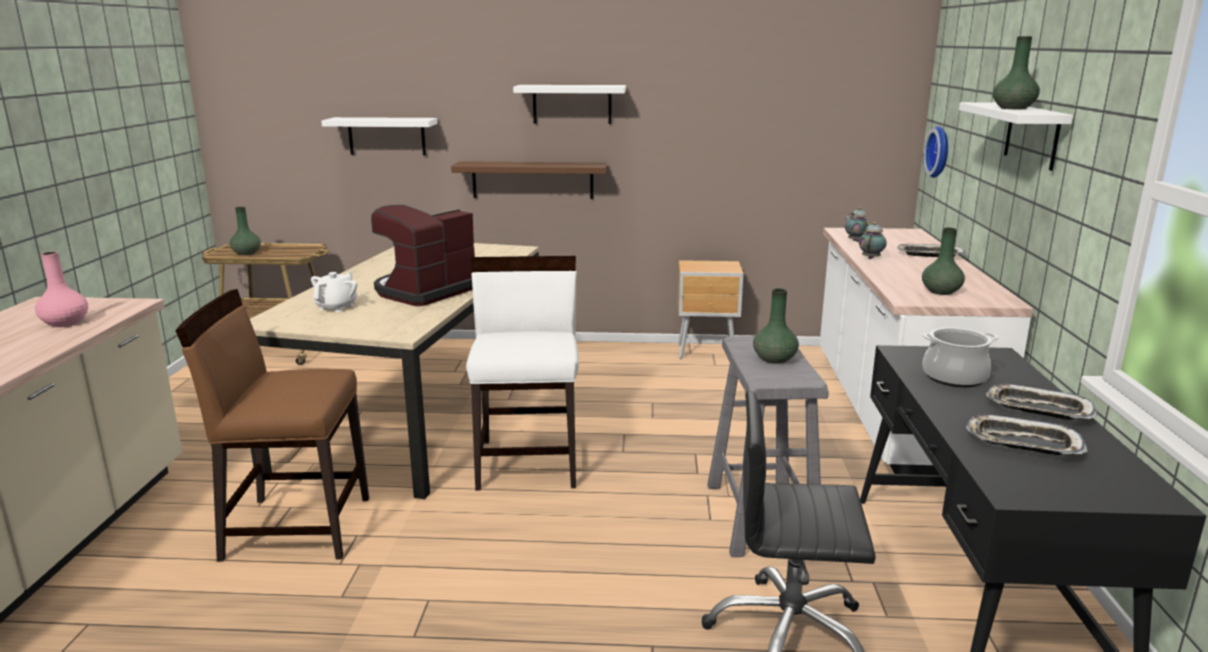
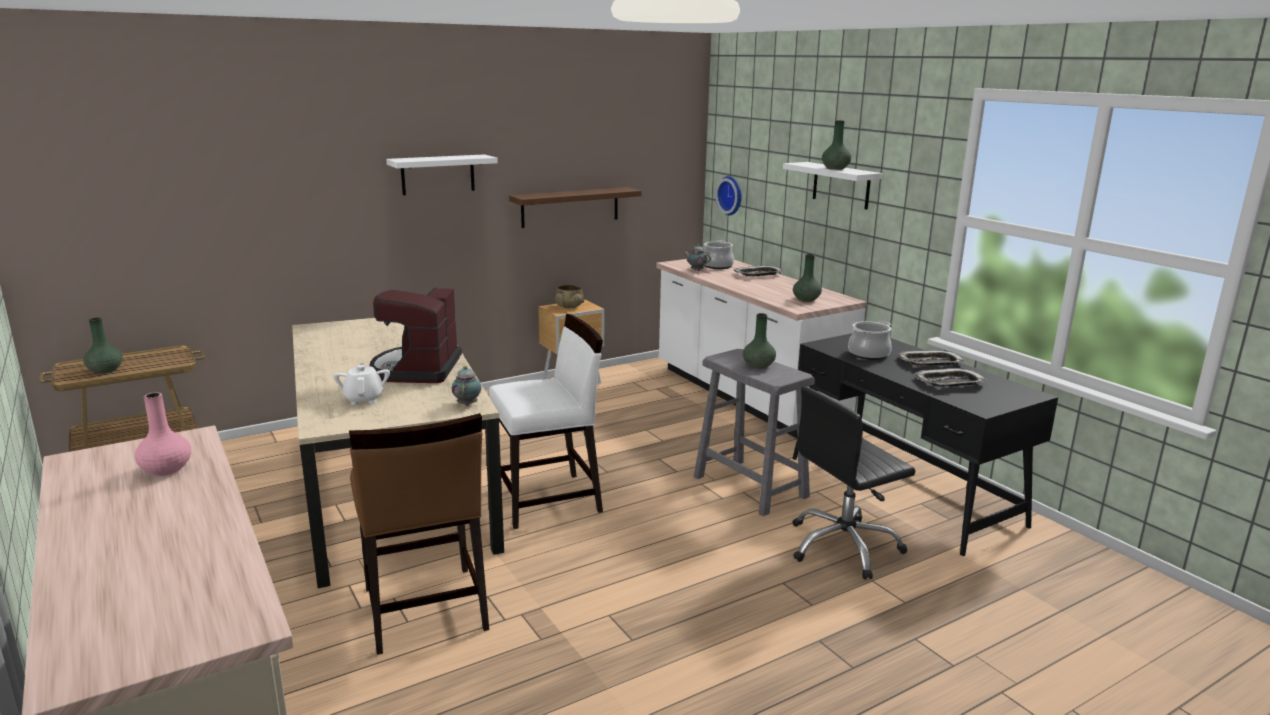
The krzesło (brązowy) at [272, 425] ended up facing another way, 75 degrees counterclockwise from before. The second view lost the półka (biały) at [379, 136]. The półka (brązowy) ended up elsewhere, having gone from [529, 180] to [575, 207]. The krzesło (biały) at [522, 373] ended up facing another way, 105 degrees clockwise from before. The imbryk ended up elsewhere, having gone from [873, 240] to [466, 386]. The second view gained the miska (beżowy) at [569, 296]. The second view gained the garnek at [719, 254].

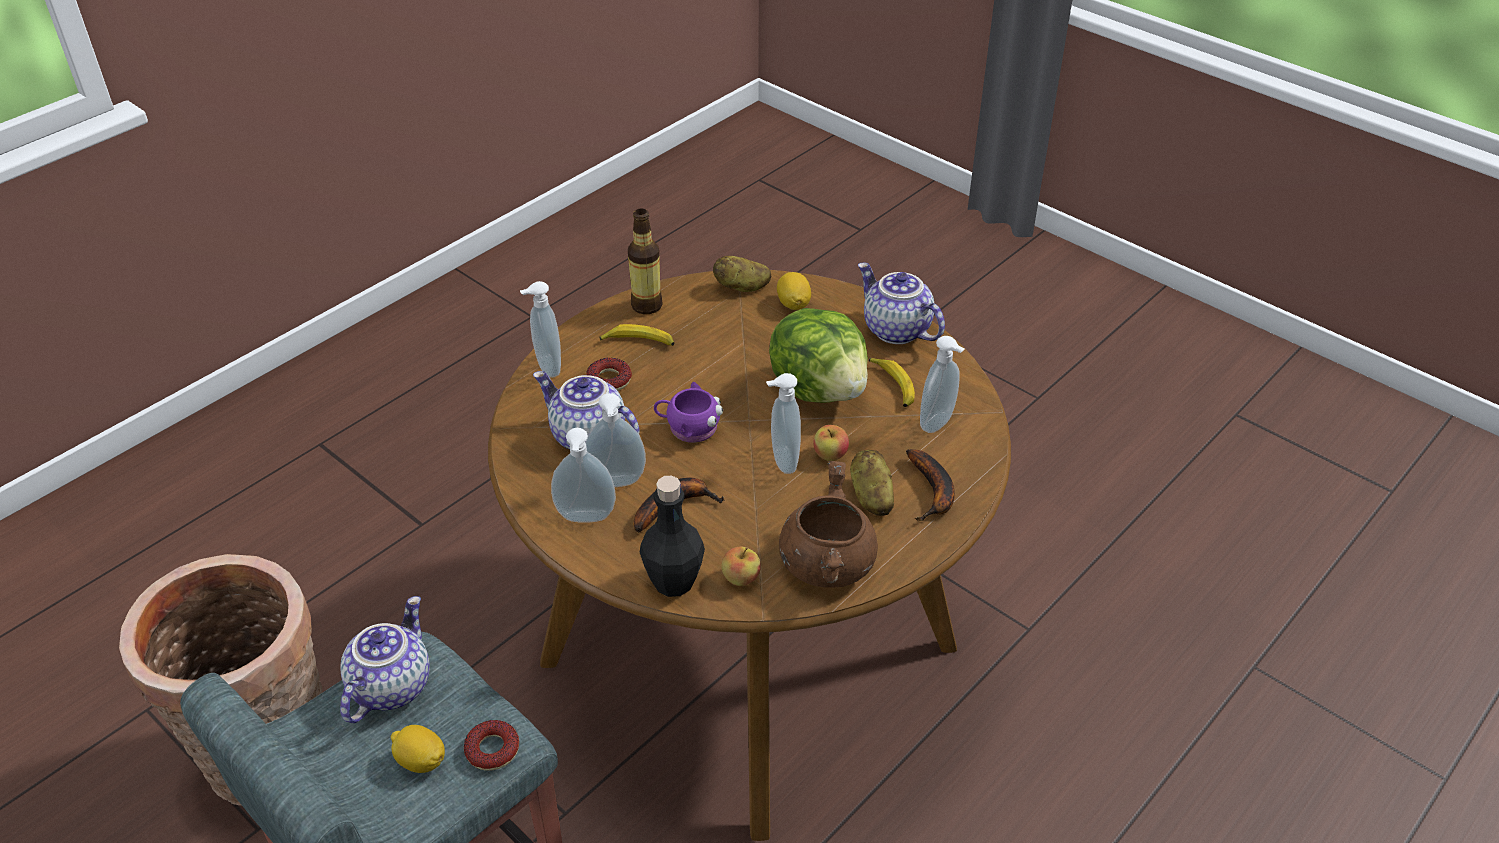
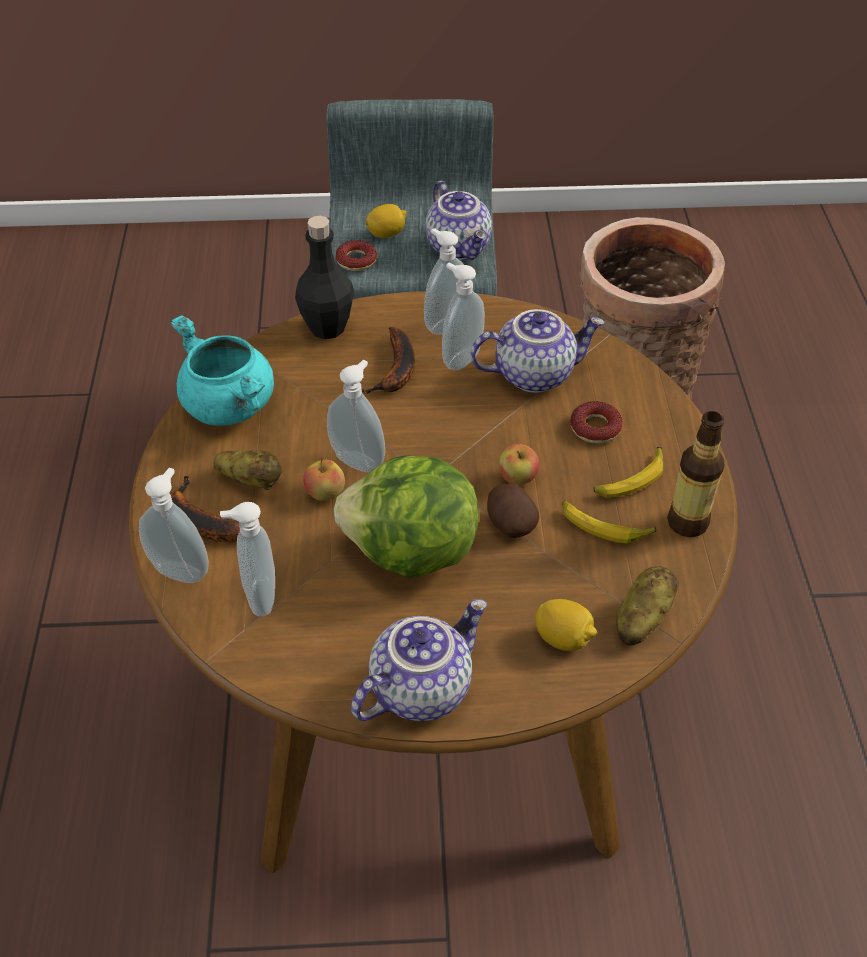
The dozownik mydła ended up elsewhere, having gone from [540, 329] to [174, 525]. The second view lost the kubek (fioletowy) at [688, 412]. The jabłko ended up elsewhere, having gone from [741, 566] to [519, 464]. What was the garnek (brązowy) at [828, 524] turned into the garnek (turkusowy) at [222, 370]. The imbryk at [901, 303] ended up facing another way, 45 degrees counterclockwise from before. The banan ended up elsewhere, having gone from [892, 382] to [609, 522]. The second view gained the ziemniak at [513, 511].

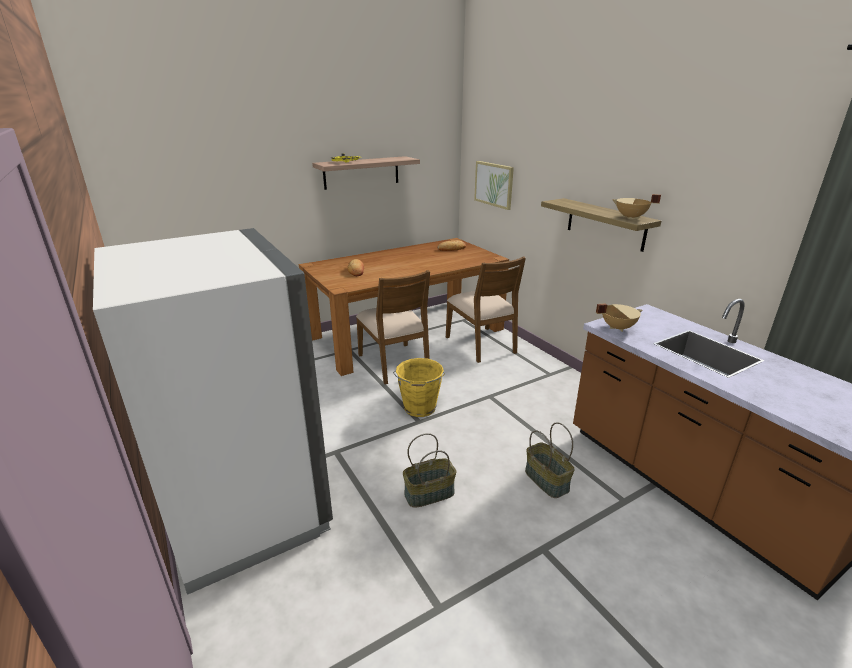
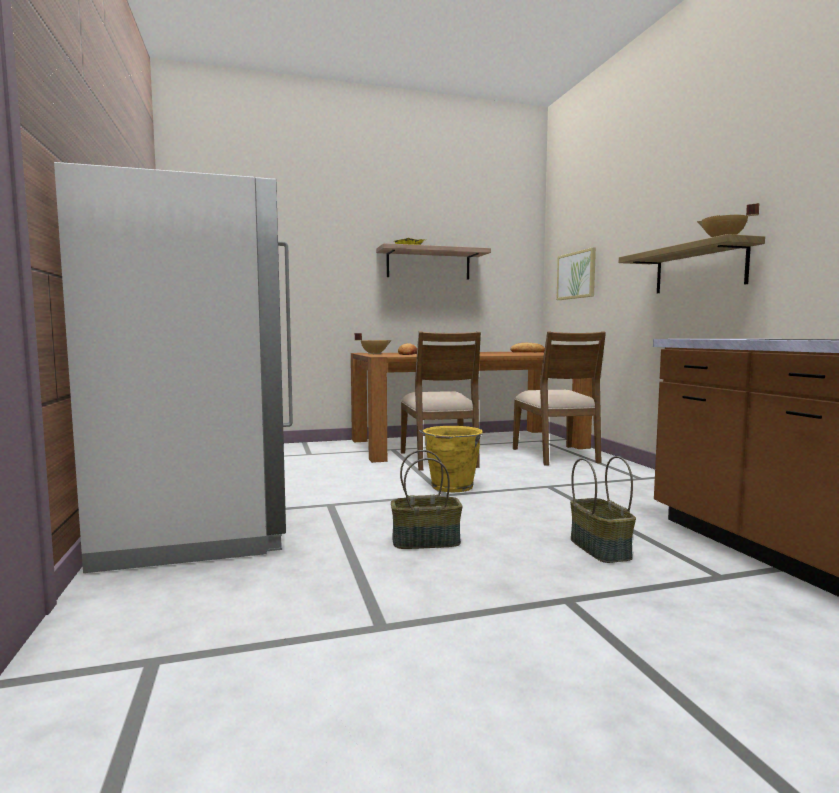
The garnek (beżowy) ended up elsewhere, having gone from [619, 317] to [373, 344].

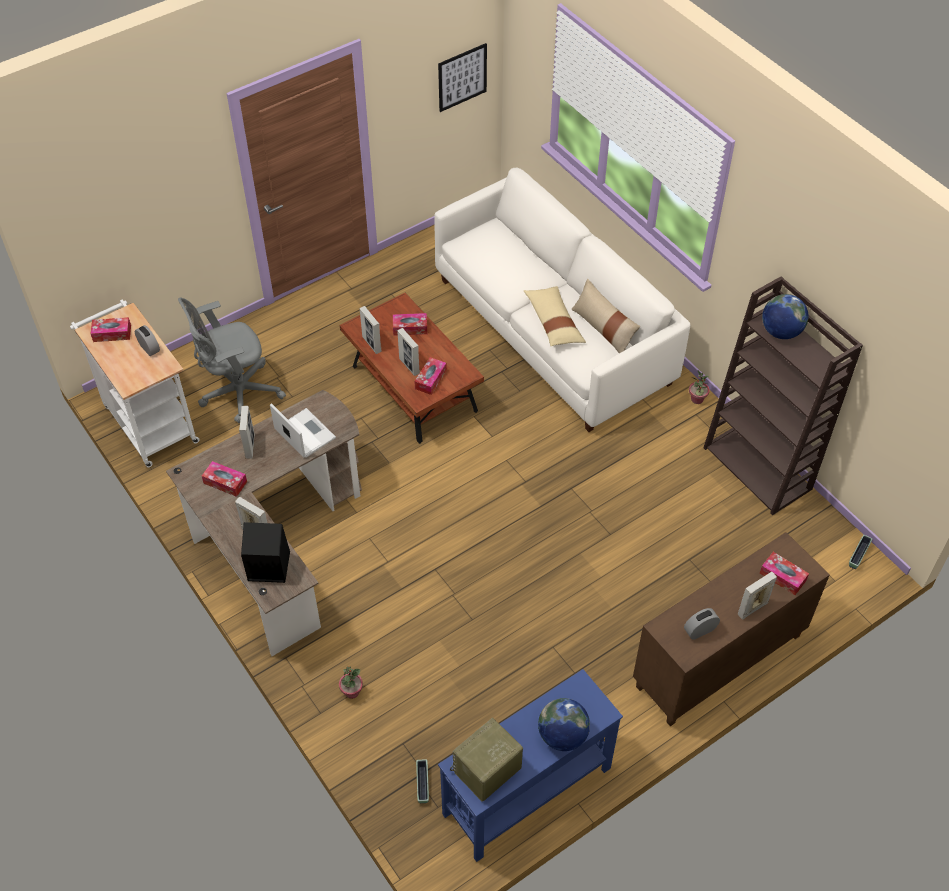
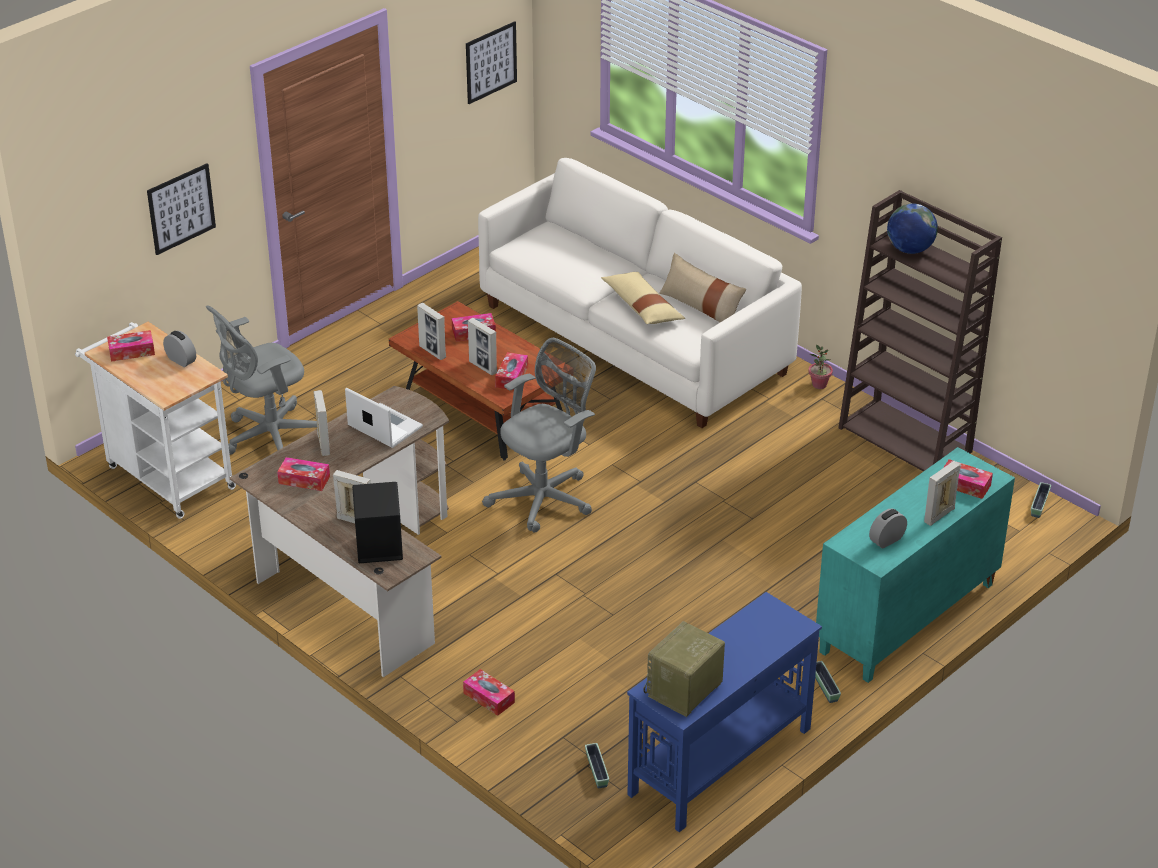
Where the roślina doniczkowa stood at [351, 682], the pudełko chusteczek came to stand at [489, 692]. The second view lost the globus at [564, 724]. What was the szafka (brązowy) at [731, 629] turned into the szafka (turkusowy) at [915, 565]. The second view gained the obraz at [181, 209]. The second view gained the krzesło biurowe (szary) at [539, 435]. The second view gained the donica at [828, 682].

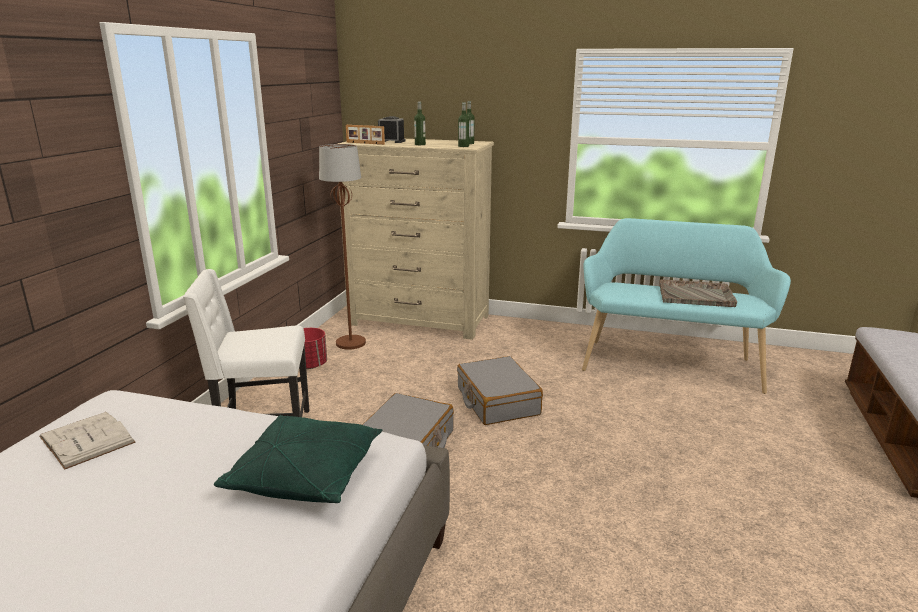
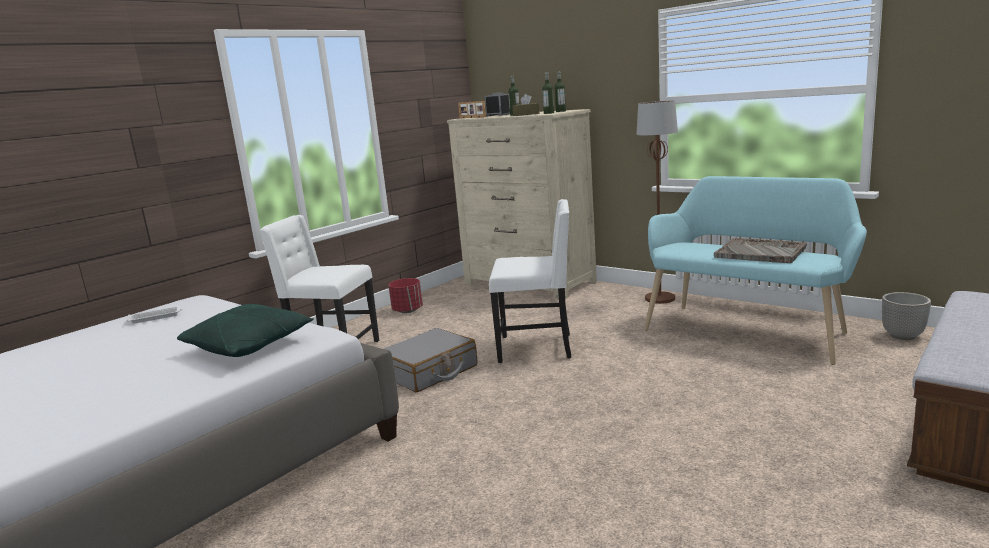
Where the książka (biały) stood at [87, 441], the taca (biały) came to stand at [154, 315]. The lampa stojąca (brązowy) ended up elsewhere, having gone from [342, 247] to [657, 202]. Where the walizka (szary) stood at [500, 390], the krzesło (biały) came to stand at [530, 281]. The second view gained the pudełko chusteczek (brązowy) at [526, 105]. The second view gained the donica at [906, 316].

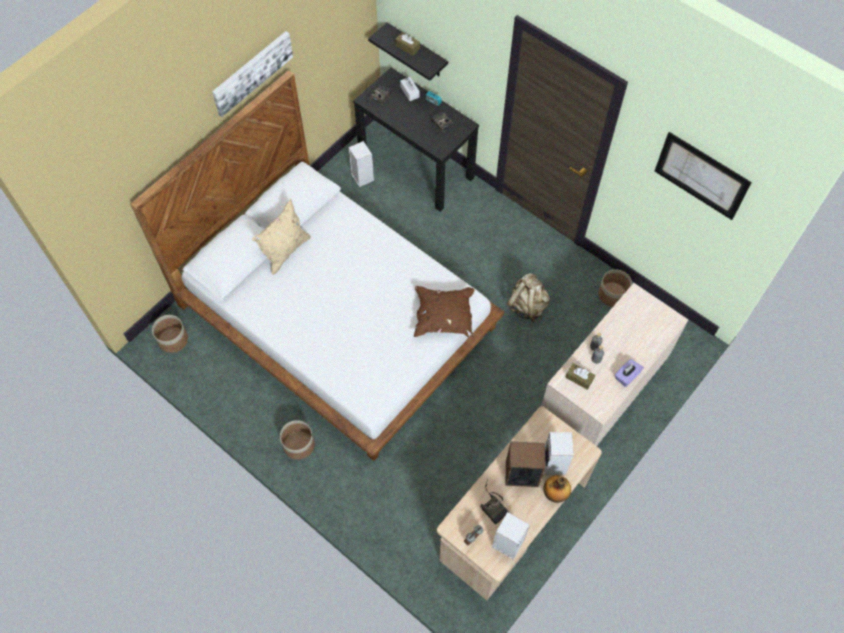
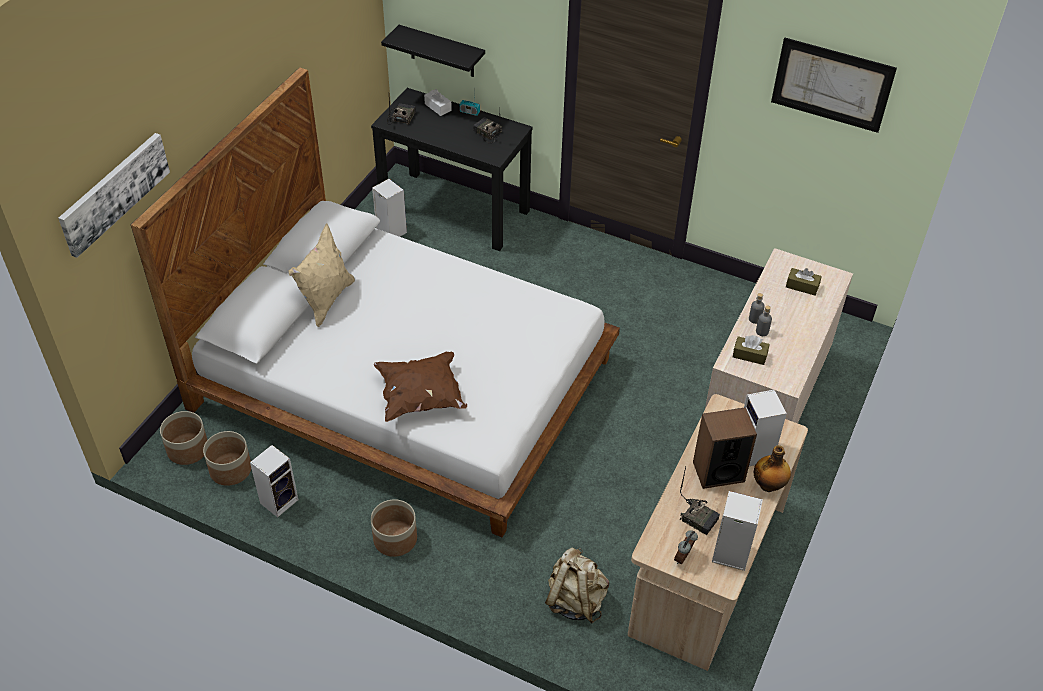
The obraz ended up elsewhere, having gone from [252, 74] to [114, 195]. The pudełko chusteczek (brązowy) ended up elsewhere, having gone from [407, 43] to [804, 282]. The poduszka (brązowy) ended up elsewhere, having gone from [444, 312] to [420, 387]. The plecak (beżowy) ended up elsewhere, having gone from [528, 298] to [577, 586]. The donica ended up elsewhere, having gone from [615, 288] to [227, 458]. The second view lost the pudełko chusteczek (fioletowy) at [629, 373]. The second view gained the głośnik at [274, 481].

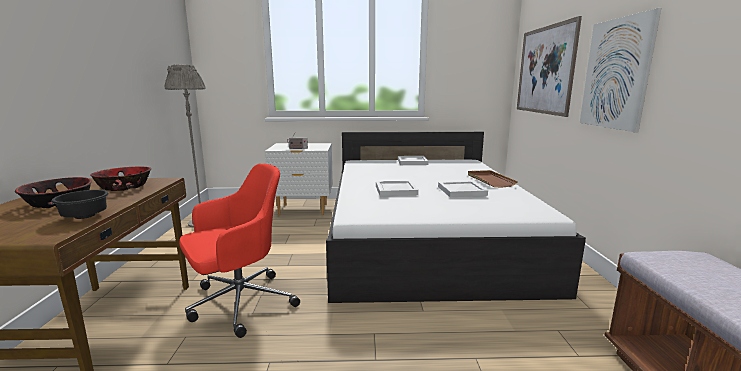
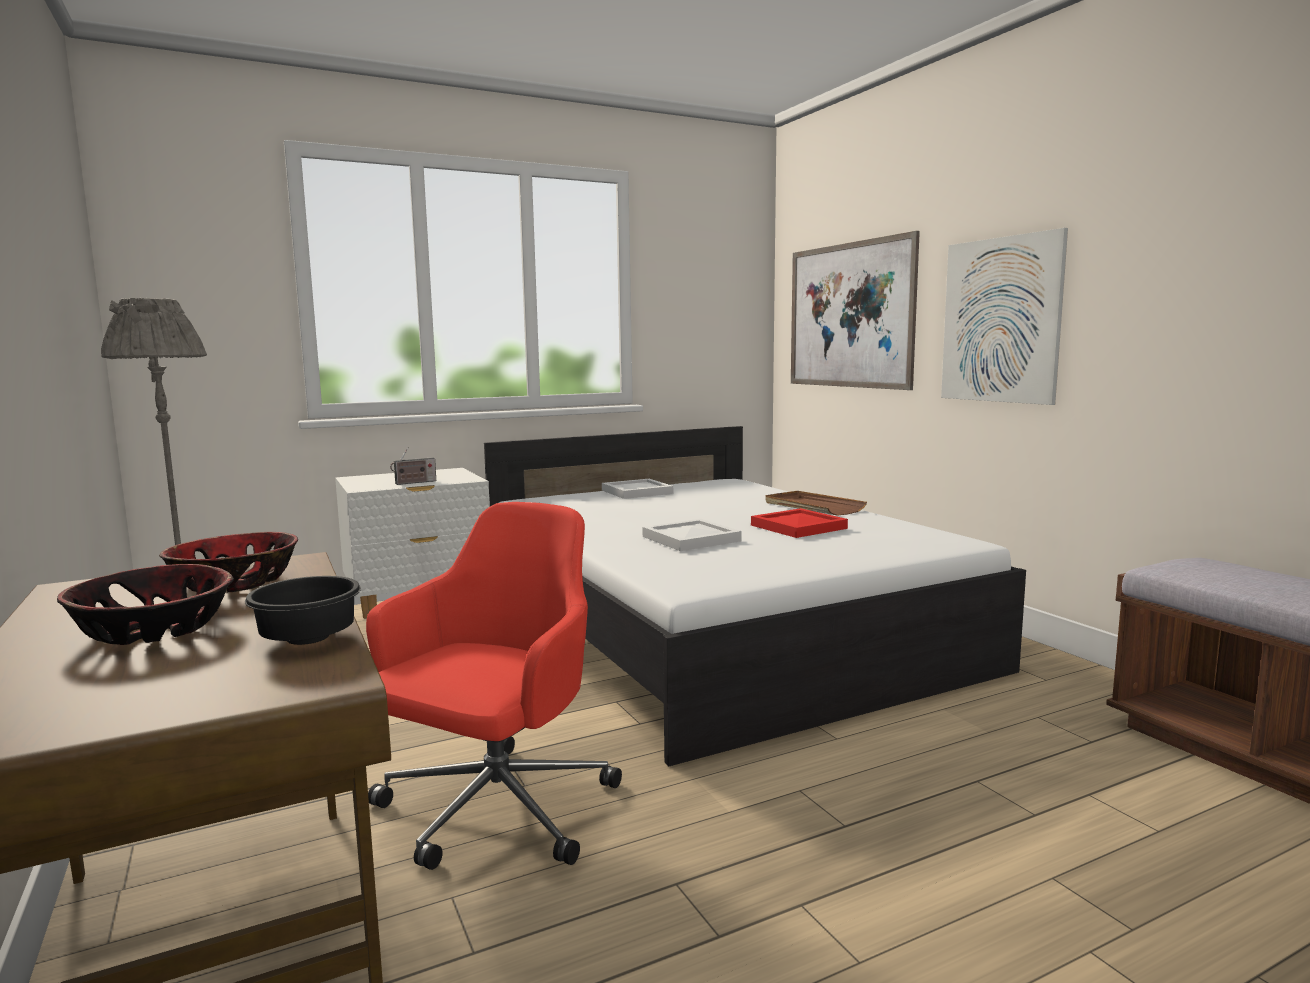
What was the taca (biały) at [463, 189] turned into the taca (czerwony) at [799, 523].

